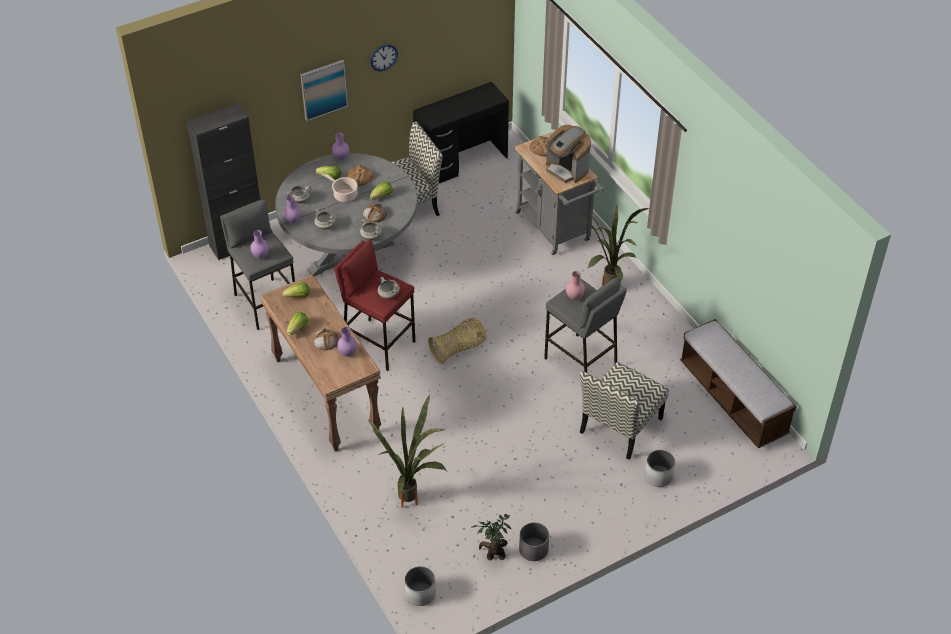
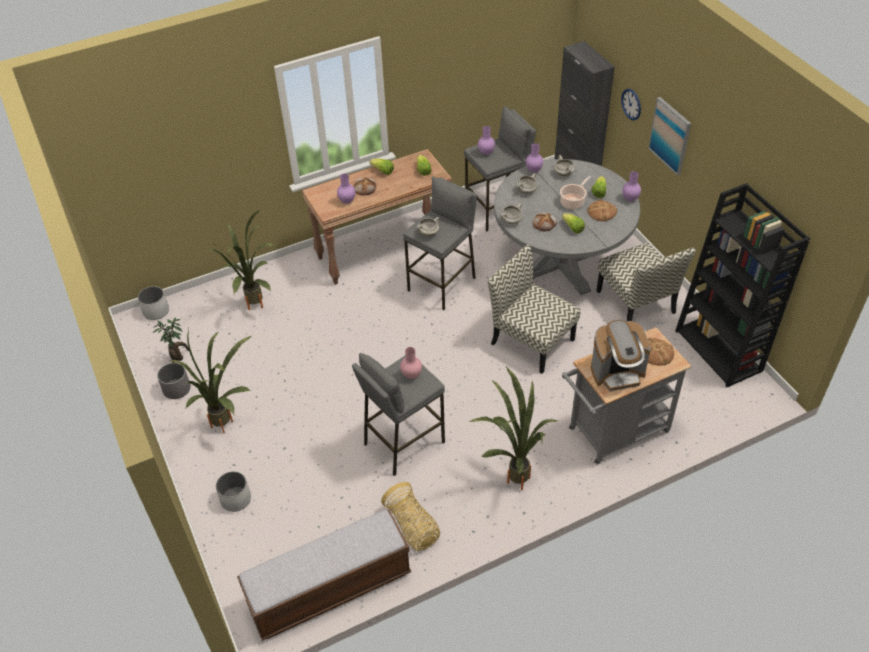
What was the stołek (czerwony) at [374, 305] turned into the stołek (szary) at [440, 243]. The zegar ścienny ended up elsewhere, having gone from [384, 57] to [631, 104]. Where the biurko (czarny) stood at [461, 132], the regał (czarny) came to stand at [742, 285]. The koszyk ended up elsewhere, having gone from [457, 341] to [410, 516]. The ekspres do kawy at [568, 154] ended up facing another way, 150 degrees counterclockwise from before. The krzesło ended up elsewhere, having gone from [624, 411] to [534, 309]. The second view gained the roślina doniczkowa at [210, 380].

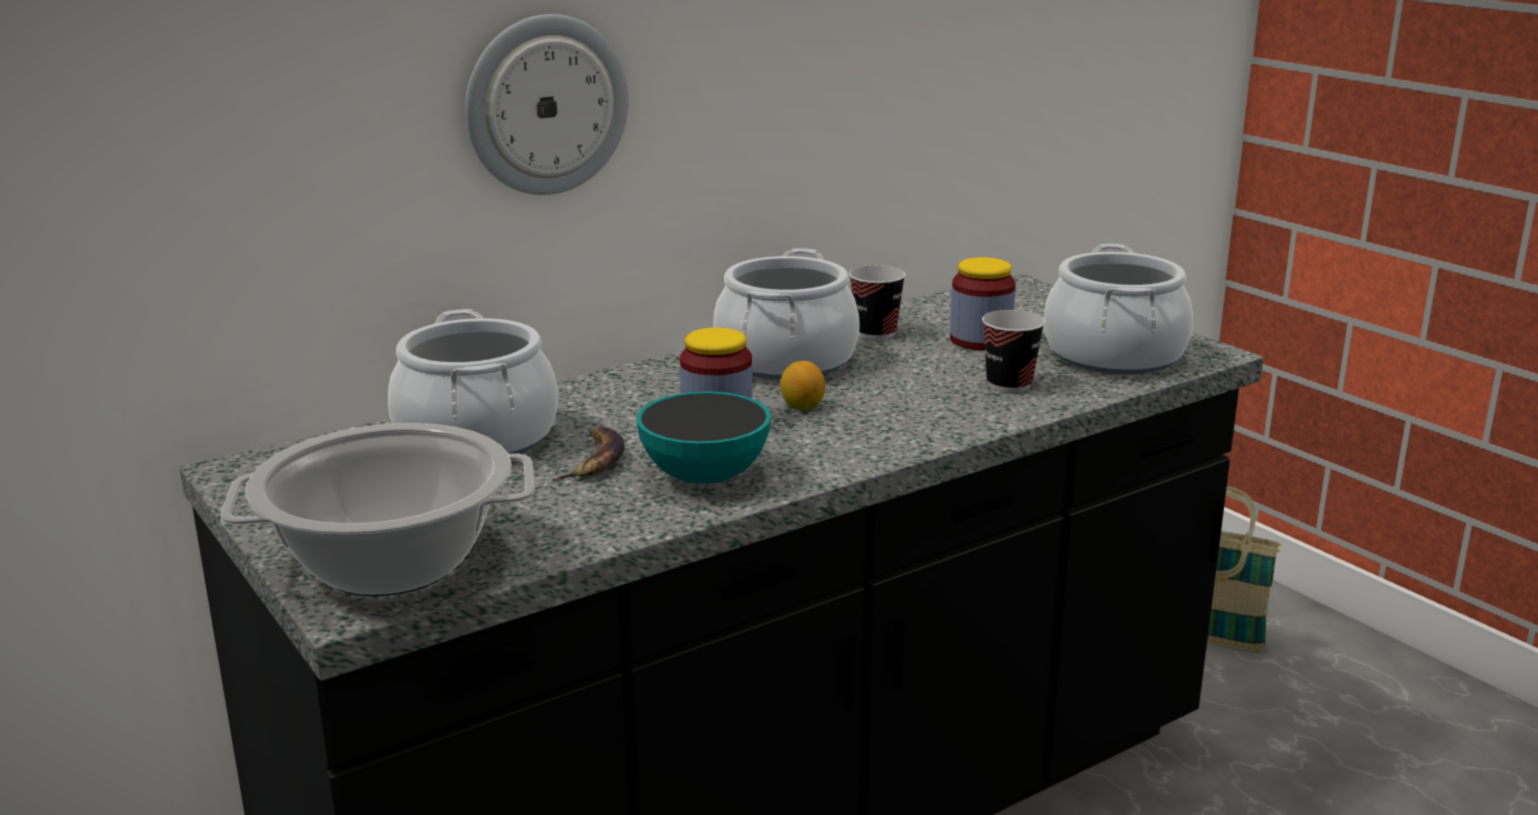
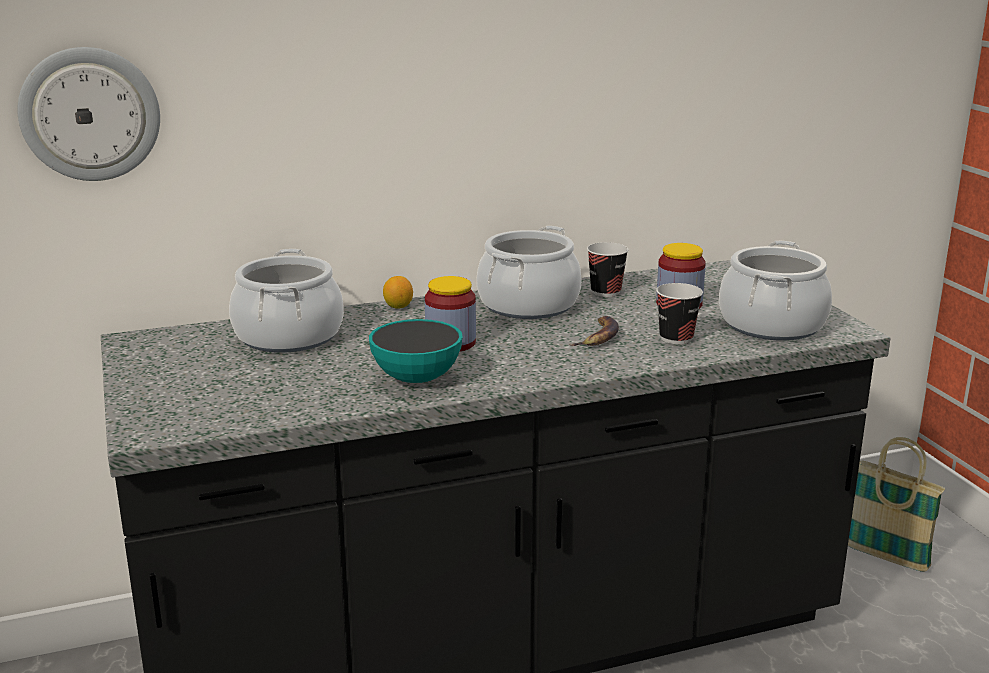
The second view lost the garnek at [378, 509]. The zegar ścienny ended up elsewhere, having gone from [547, 104] to [88, 114]. The banan ended up elsewhere, having gone from [588, 454] to [594, 331]. The cytryna ended up elsewhere, having gone from [802, 385] to [398, 292].

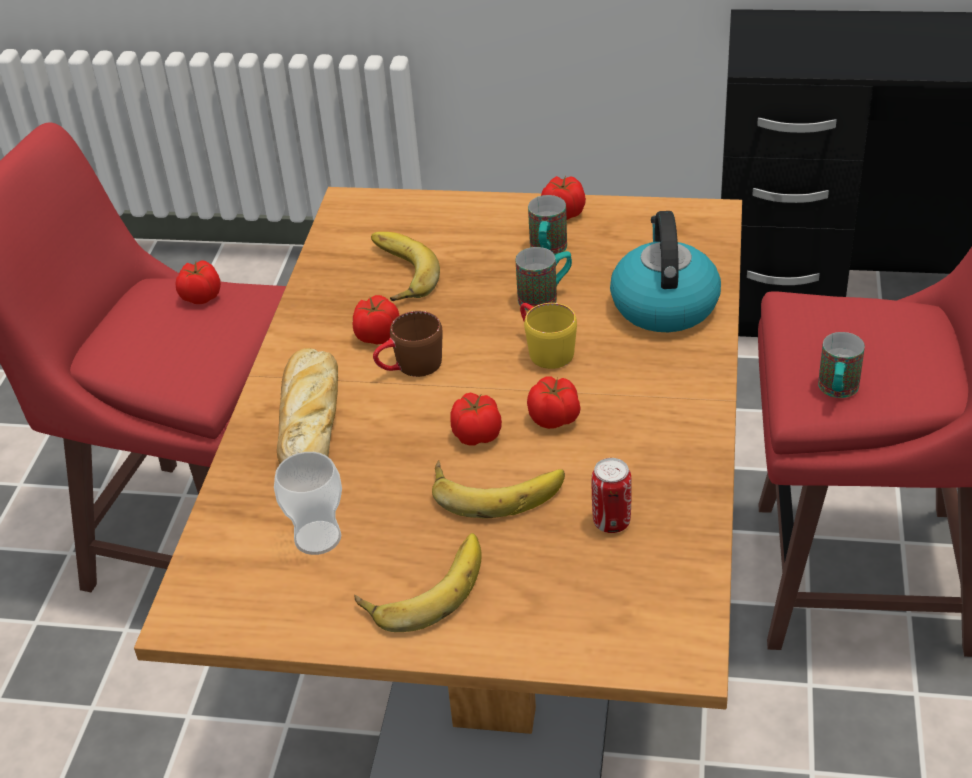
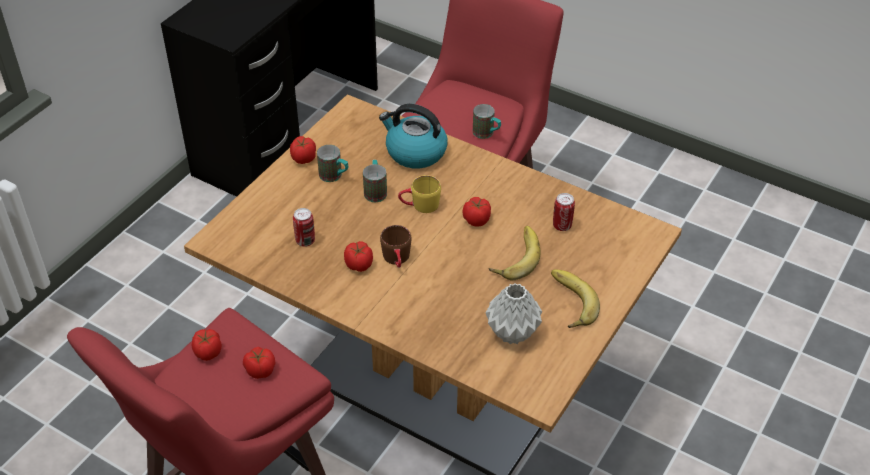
Where the filiżanka stood at [308, 503], the wazon (szary) came to stand at [514, 313]. The second view lost the chleb at [307, 406]. Where the banan stood at [405, 266], the puszka came to stand at [304, 227]. The pomidor ended up elsewhere, having gone from [476, 419] to [259, 363].

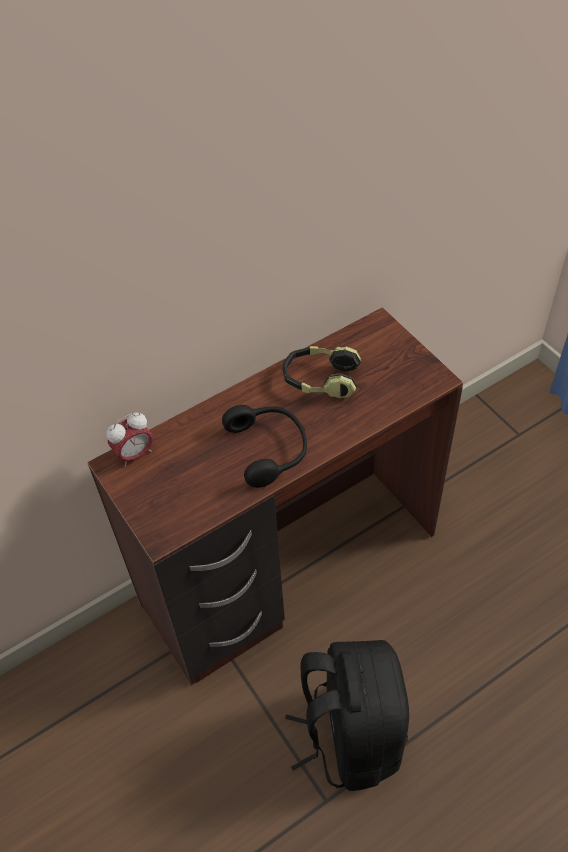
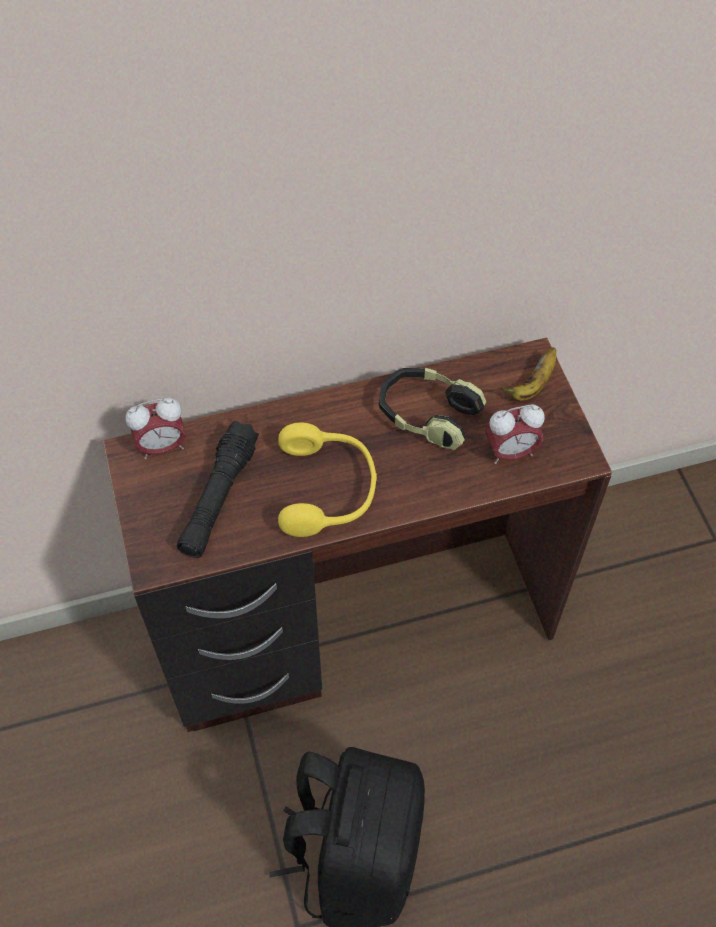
What was the słuchawki (czarny) at [264, 446] turned into the słuchawki (żółty) at [327, 479]. The second view gained the latarka (czarny) at [218, 489]. The second view gained the budzik at [515, 434]. The second view gained the banan at [528, 374].

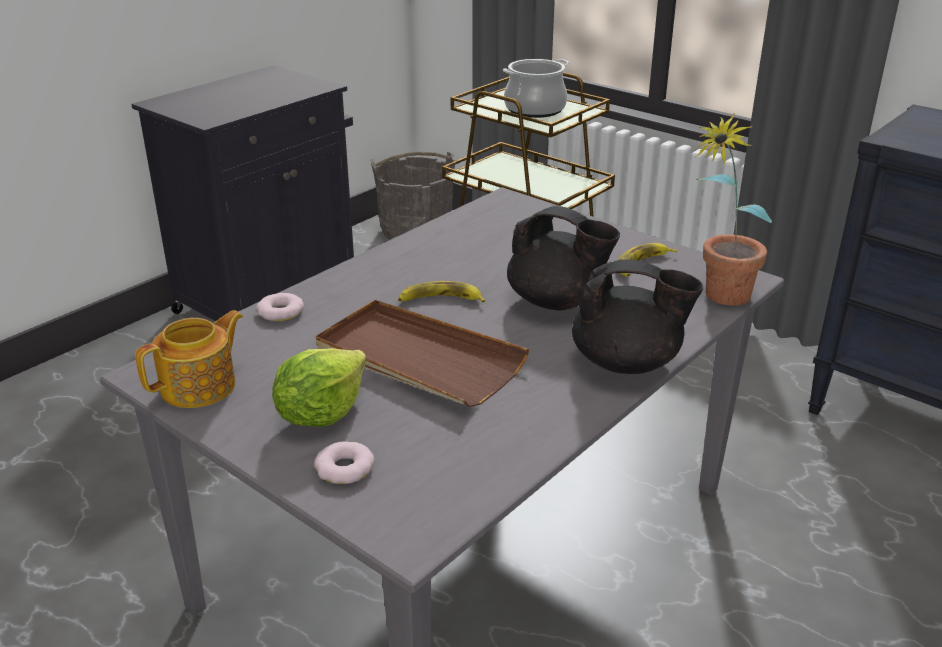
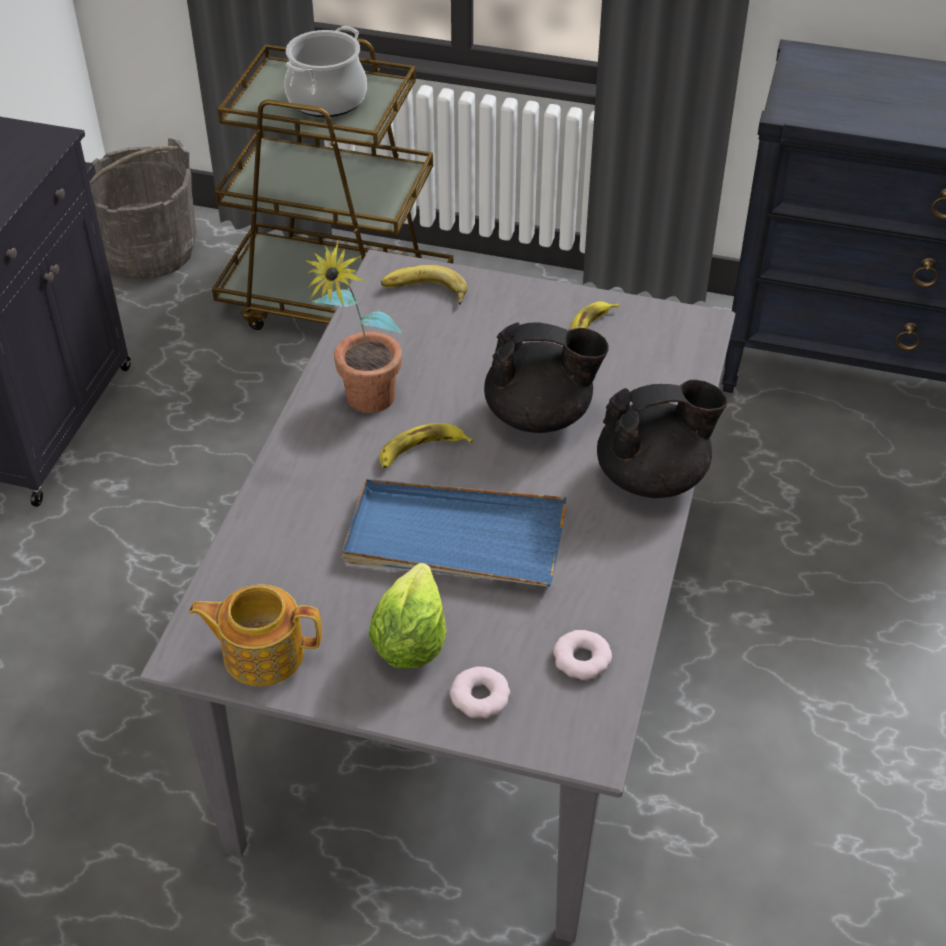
The imbryk at [189, 359] ended up facing another way, 105 degrees counterclockwise from before. The donut ended up elsewhere, having gone from [280, 307] to [582, 655]. What was the taca (brązowy) at [423, 353] turned into the taca (niebieski) at [454, 533]. The roślina doniczkowa ended up elsewhere, having gone from [734, 209] to [353, 326]. The second view gained the banan at [424, 285].

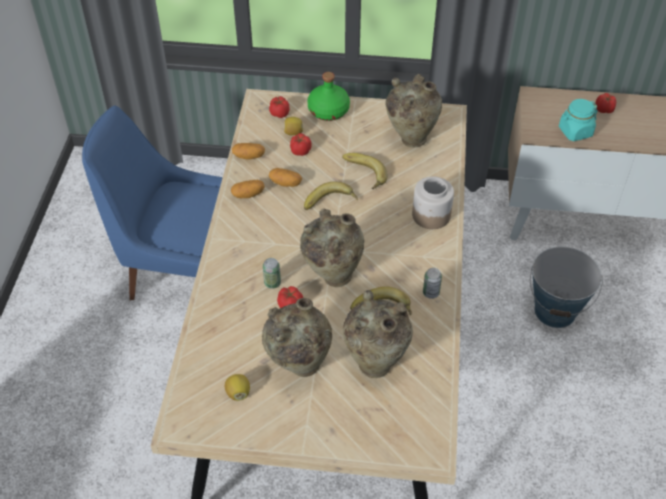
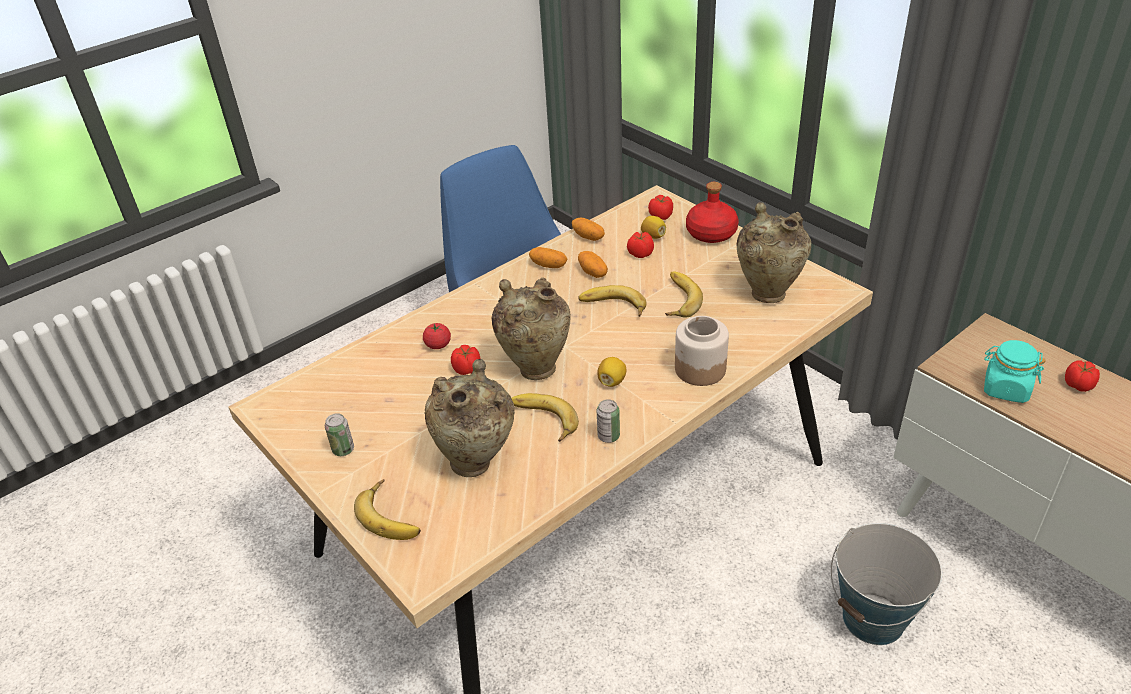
The cytryna ended up elsewhere, having gone from [237, 387] to [611, 372]. The second view lost the wazon (beżowy) at [297, 337]. The puszka ended up elsewhere, having gone from [272, 273] to [339, 434]. What was the butelka (zielony) at [328, 96] turned into the butelka (czerwony) at [712, 212]. The second view gained the banan at [387, 509]. The second view gained the pomidor at [437, 336].

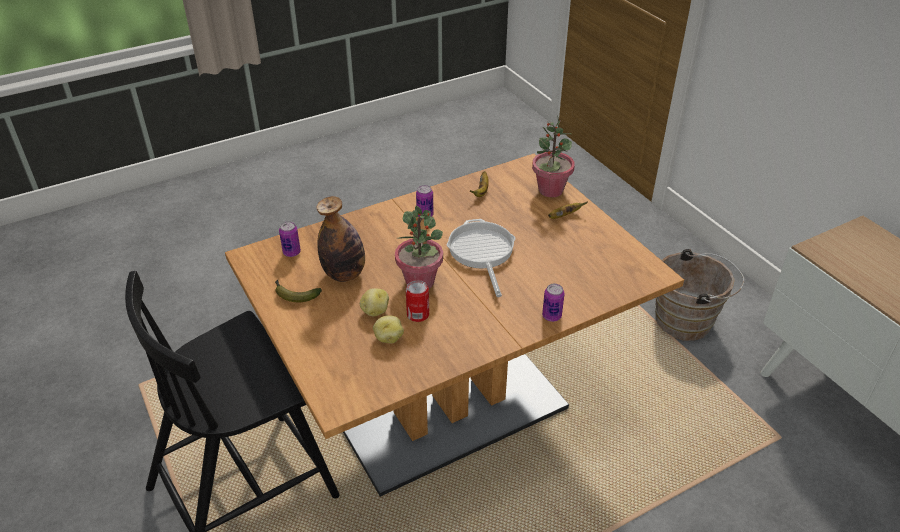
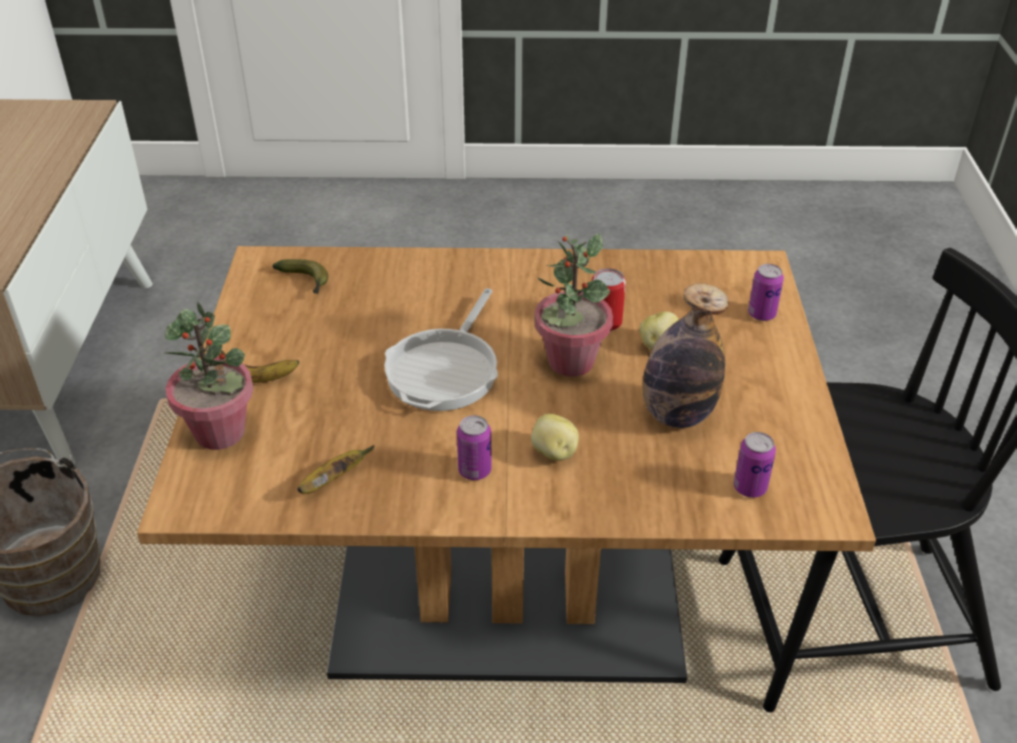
The banan ended up elsewhere, having gone from [298, 291] to [300, 276]. The ziemniak ended up elsewhere, having gone from [388, 329] to [555, 437]. The puszka ended up elsewhere, having gone from [553, 303] to [766, 292].

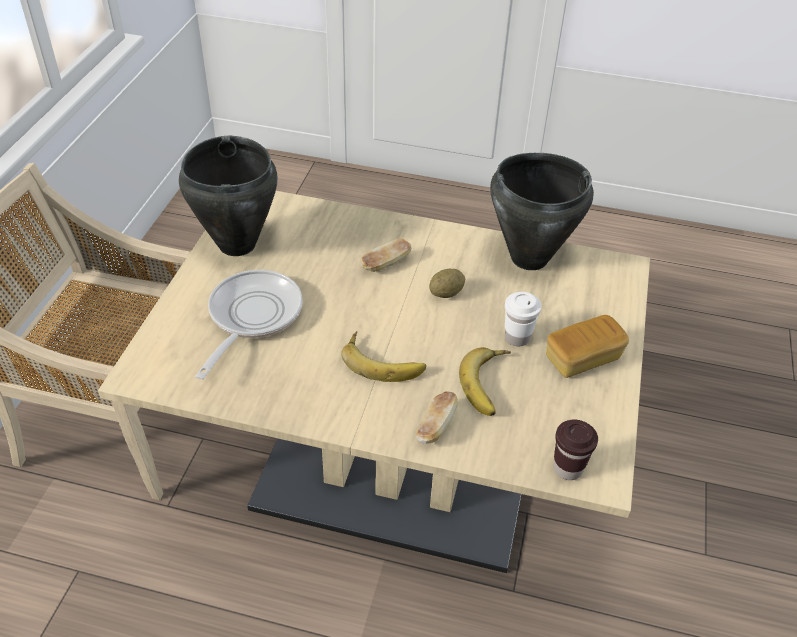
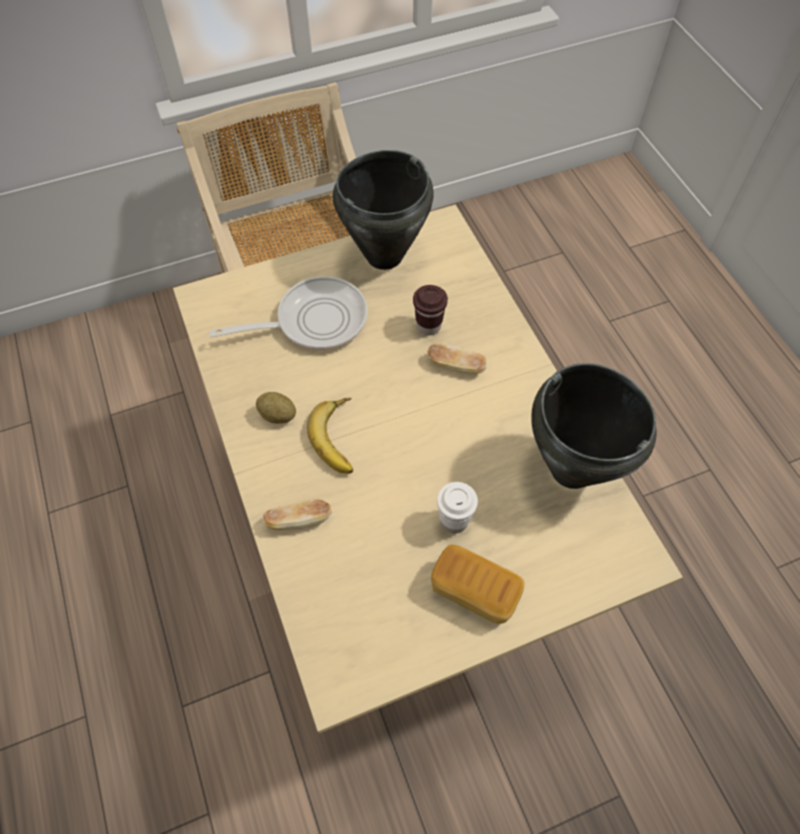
The ziemniak ended up elsewhere, having gone from [447, 283] to [276, 408]. The second view lost the banan at [485, 381]. The filiżanka (brązowy) ended up elsewhere, having gone from [576, 450] to [430, 310].

